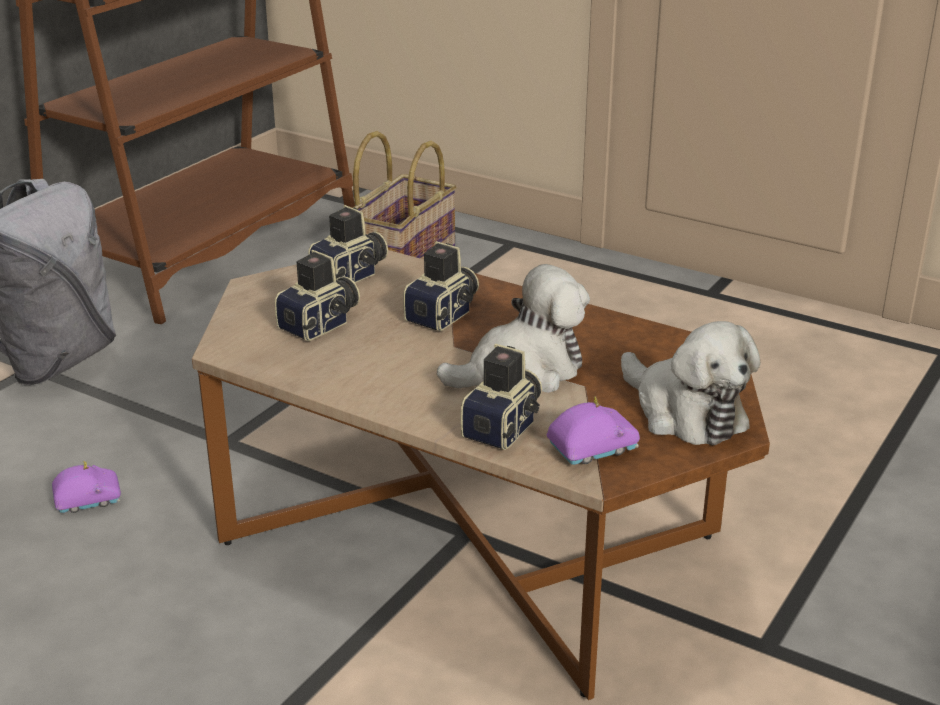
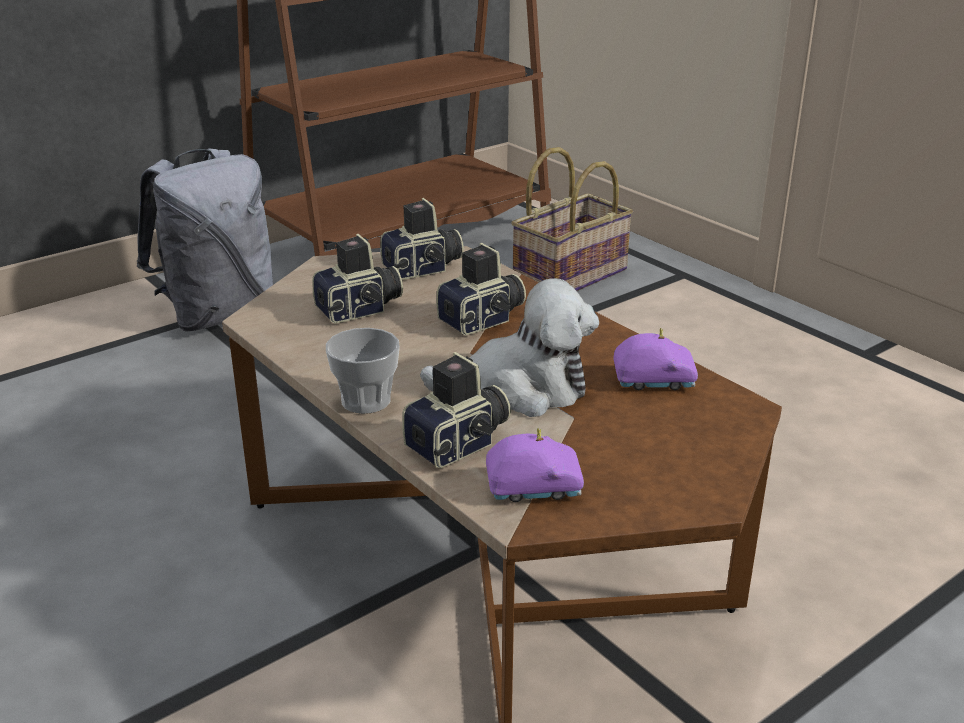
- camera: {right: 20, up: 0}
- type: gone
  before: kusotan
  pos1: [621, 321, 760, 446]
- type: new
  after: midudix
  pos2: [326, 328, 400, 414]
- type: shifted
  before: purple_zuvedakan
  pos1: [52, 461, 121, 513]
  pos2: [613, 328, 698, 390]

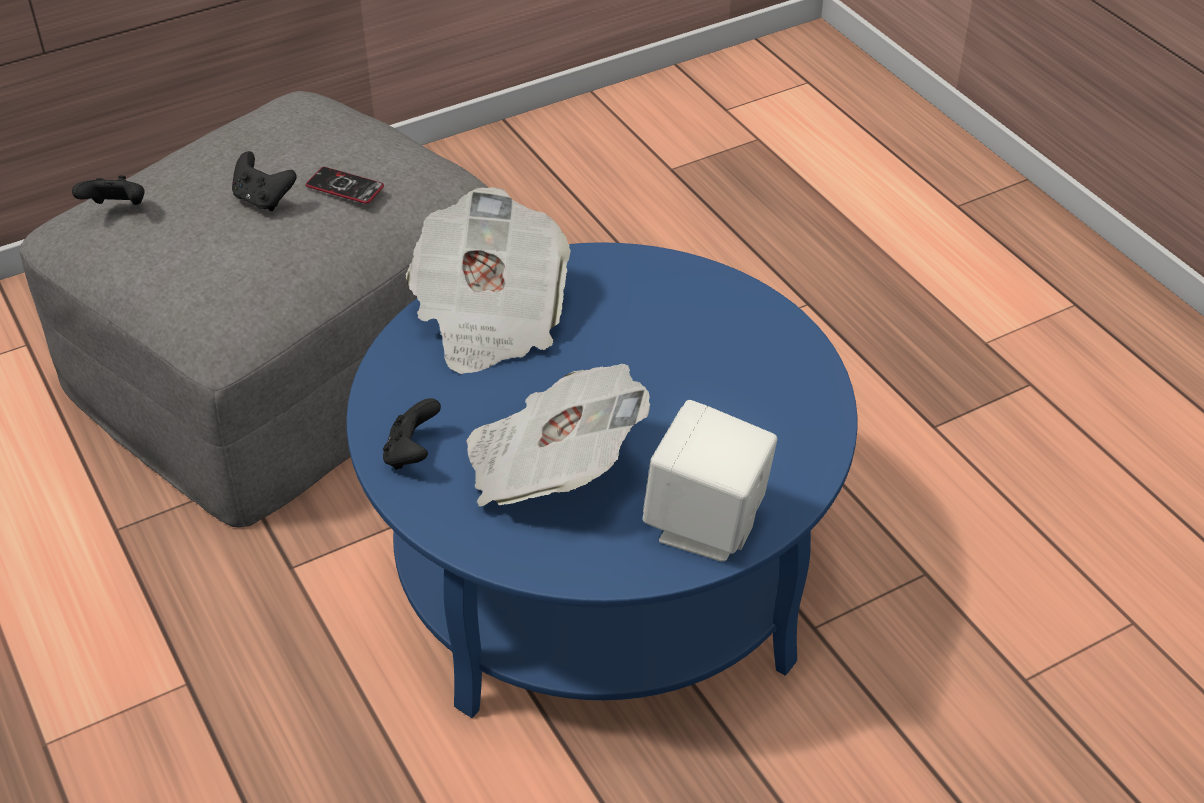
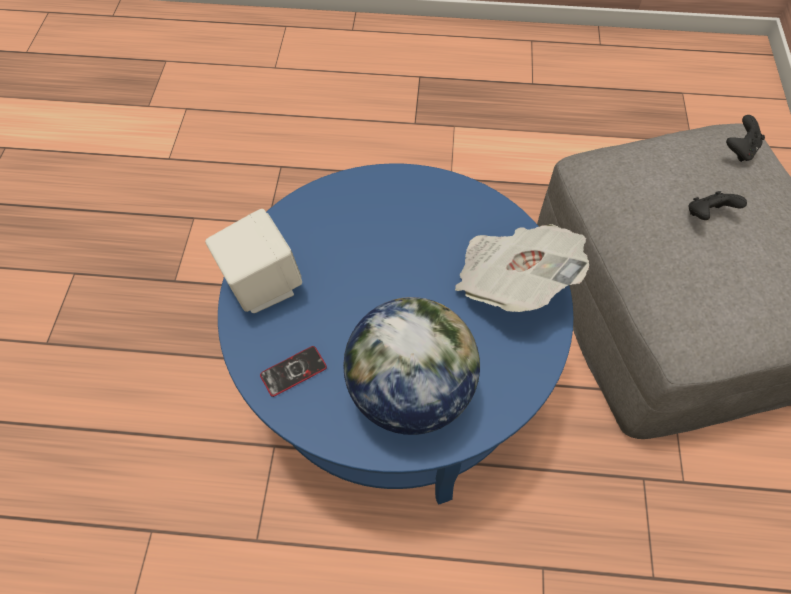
- camera: {right: 125, up: 15}
- type: gone
  before: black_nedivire
  pos1: [383, 398, 441, 470]
- type: gone
  before: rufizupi
  pos1: [466, 364, 650, 506]
- type: new
  after: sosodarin
  pos2: [343, 297, 480, 435]
- type: shifted
  before: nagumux
  pos1: [306, 167, 384, 204]
  pos2: [260, 346, 327, 397]

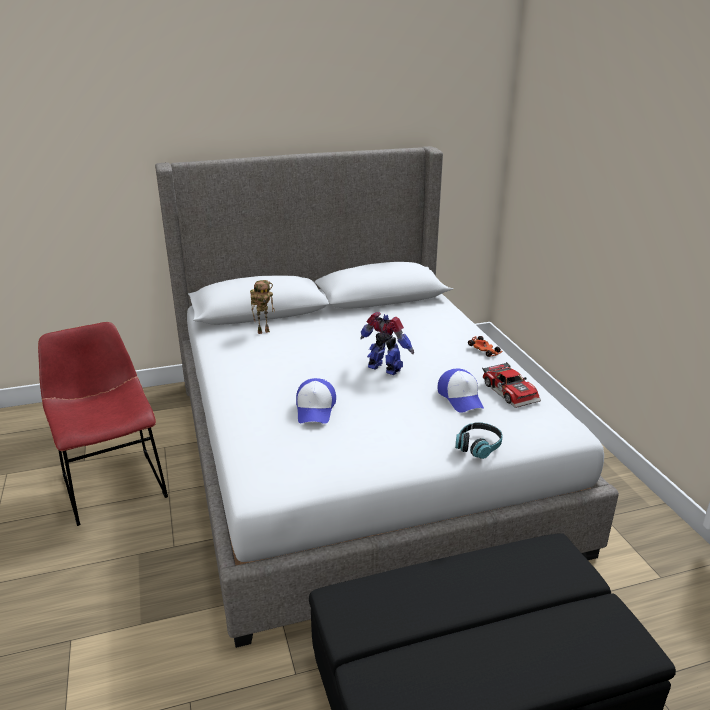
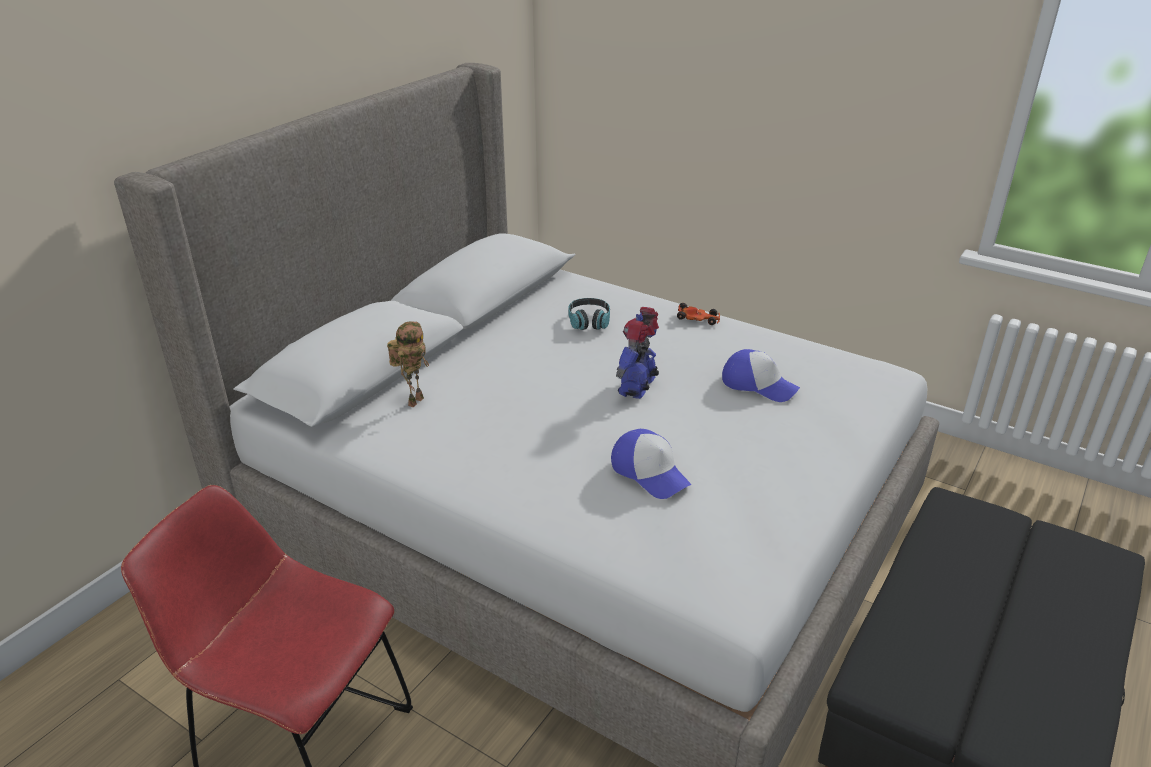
- camera: {right: -40, up: 5}
- type: gone
  before: zuvedakan
  pos1: [482, 362, 541, 408]
- type: shifted
  before: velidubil
  pos1: [455, 422, 503, 459]
  pos2: [568, 298, 610, 330]
- type: rotated
  before: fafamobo
  pos1: [360, 312, 414, 375]
  pos2: [616, 307, 659, 399]
  turn: -60

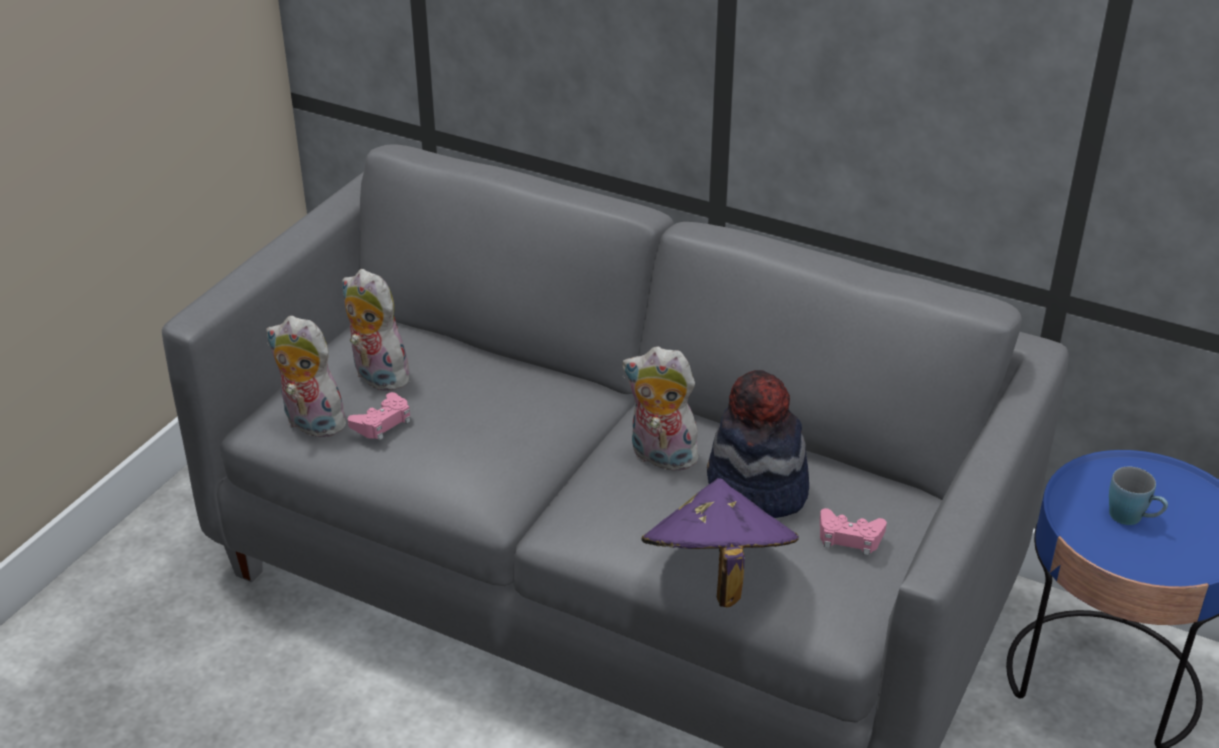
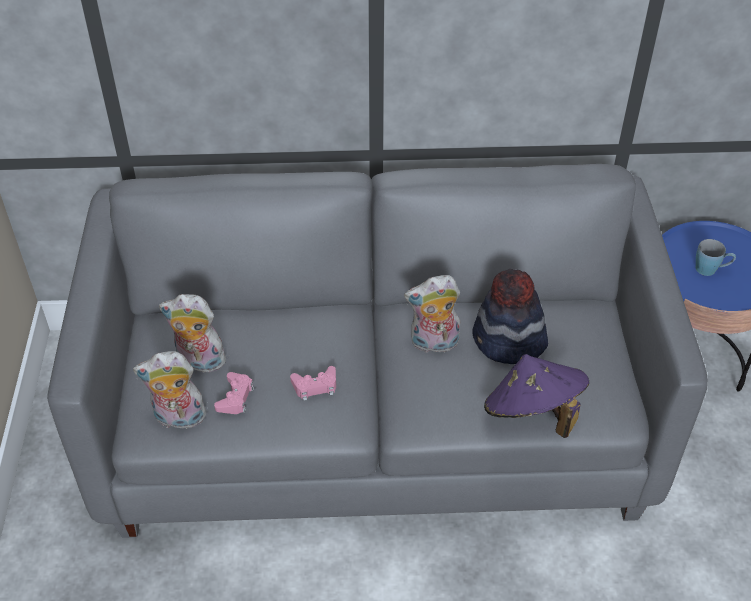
- camera: {right: -30, up: 10}
- type: shifted
  before: pink_nedivire
  pos1: [820, 508, 887, 555]
  pos2: [290, 366, 336, 401]

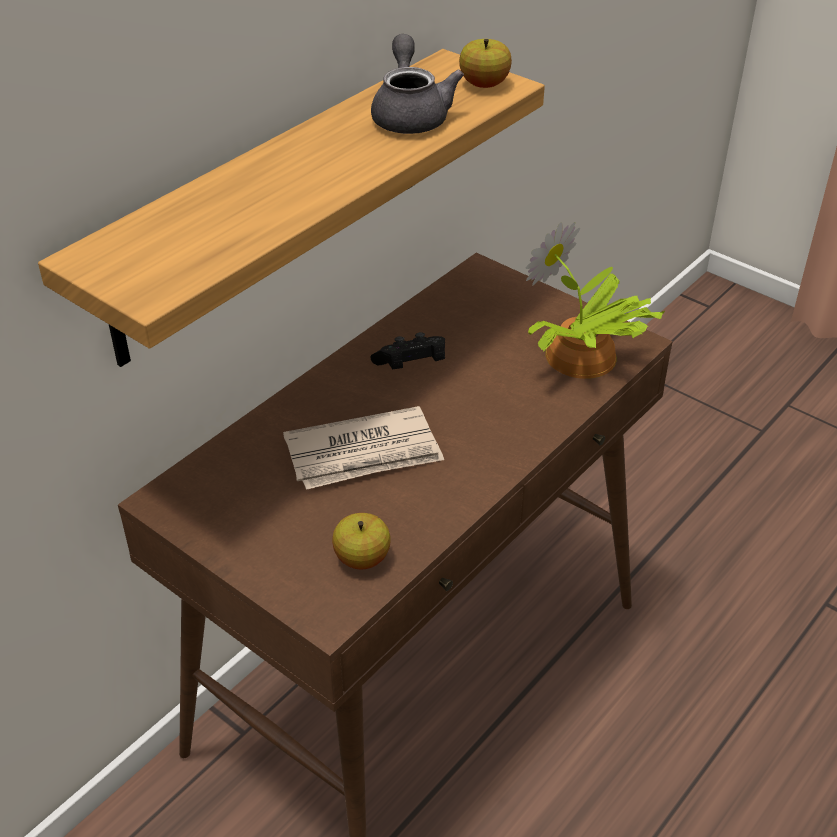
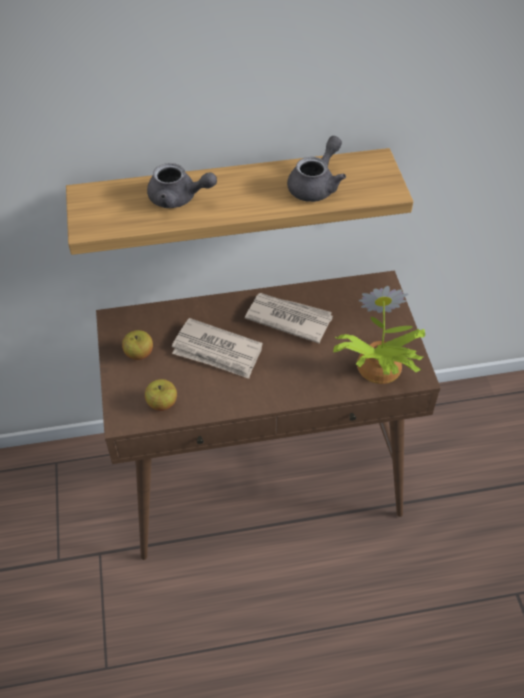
- camera: {right: 40, up: 10}
- type: new
  after: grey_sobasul
  pos2: [147, 163, 217, 208]
- type: shifted
  before: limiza
  pos1: [459, 39, 512, 88]
  pos2: [122, 330, 153, 360]
- type: swapped
  before: black_nedivire
  after: rufizupi
  pos1: [370, 332, 445, 369]
  pos2: [245, 293, 333, 343]

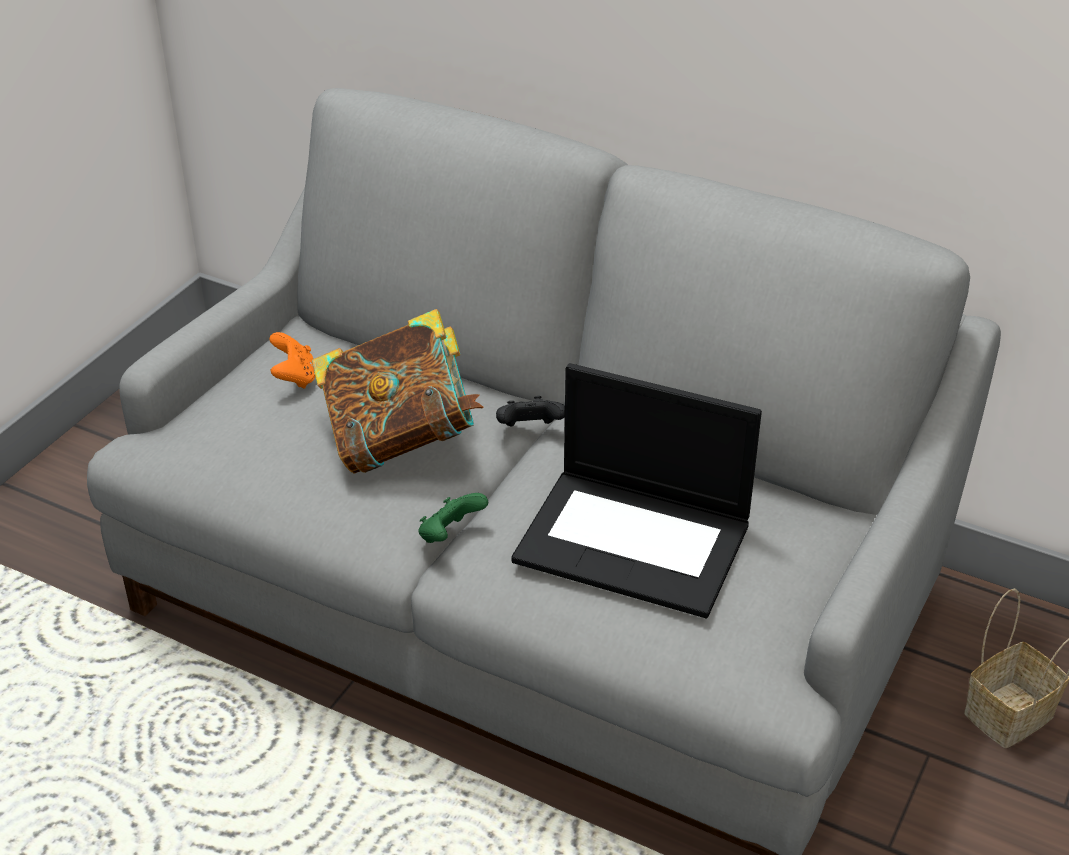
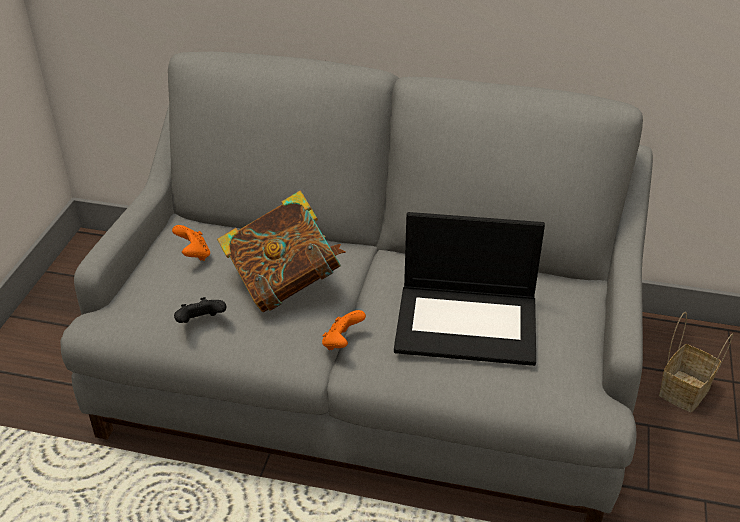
- camera: {right: -15, up: 0}
- type: shifted
  before: black_nedivire
  pos1: [496, 396, 565, 426]
  pos2: [174, 297, 226, 323]
- type: repainted
  before: green_nedivire
  after: orange_nedivire
  pos1: [418, 493, 488, 543]
  pos2: [322, 310, 366, 350]

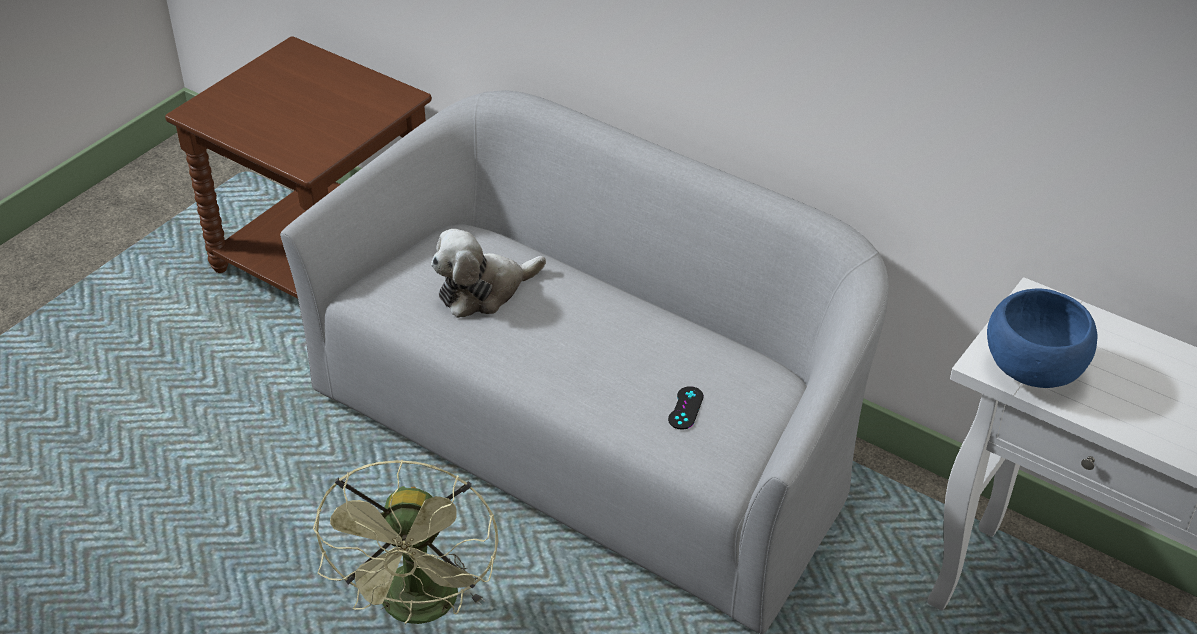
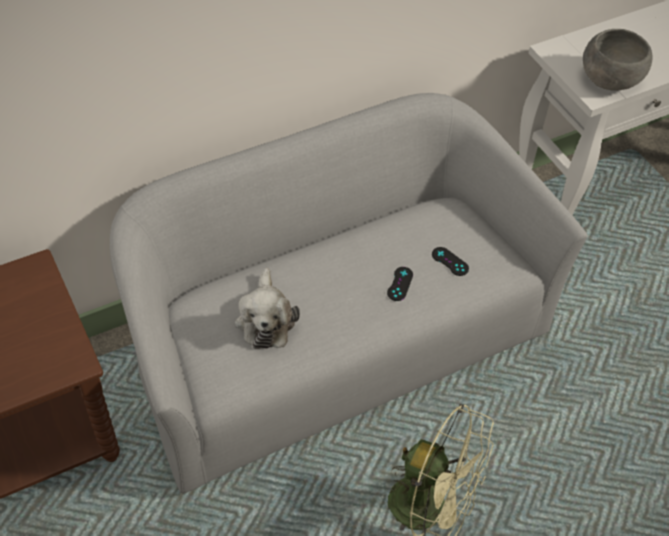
- camera: {right: -65, up: 10}
- type: new
  after: black_nedivire
  pos2: [387, 267, 413, 301]
- type: repainted
  before: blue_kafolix
  after: grey_kafolix
  pos1: [987, 288, 1097, 388]
  pos2: [583, 29, 653, 91]

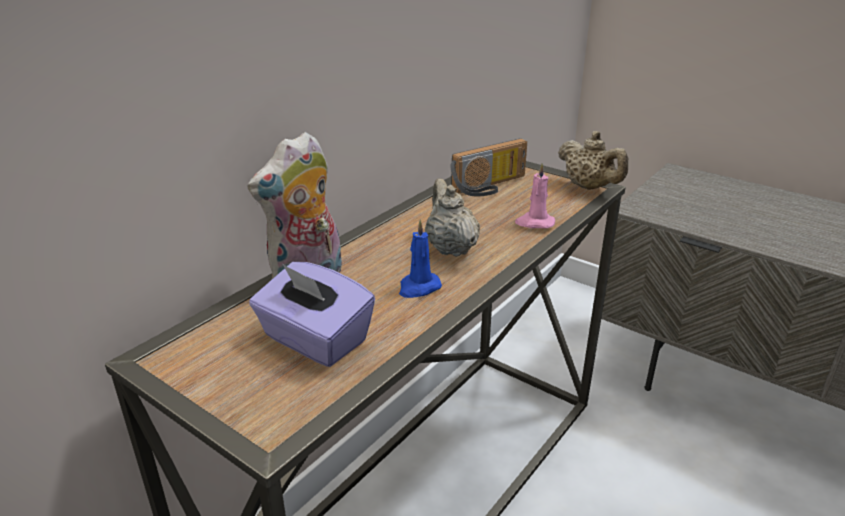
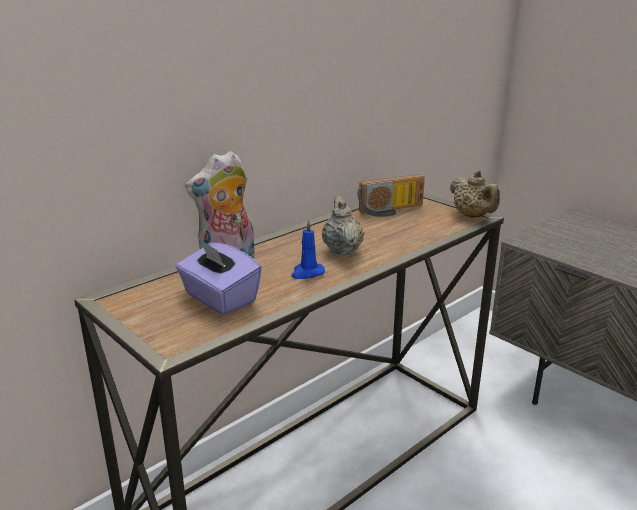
- camera: {right: 10, up: -5}
- type: gone
  before: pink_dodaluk
  pos1: [515, 163, 555, 229]

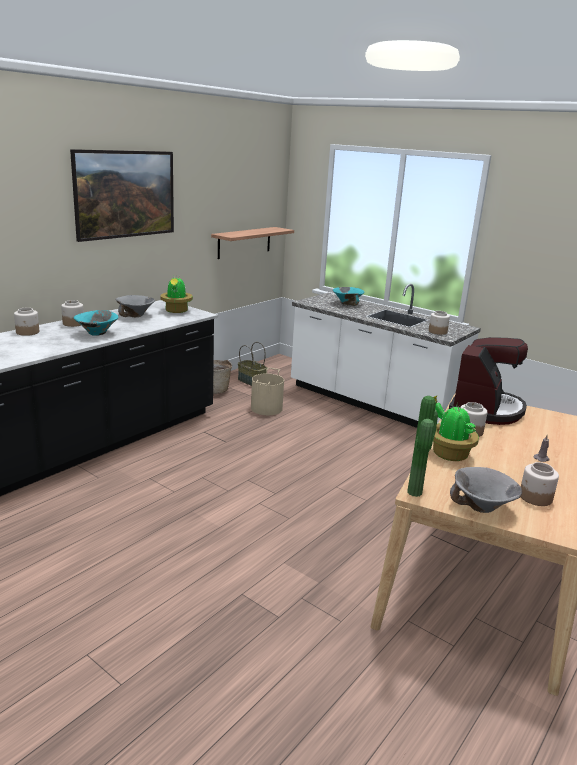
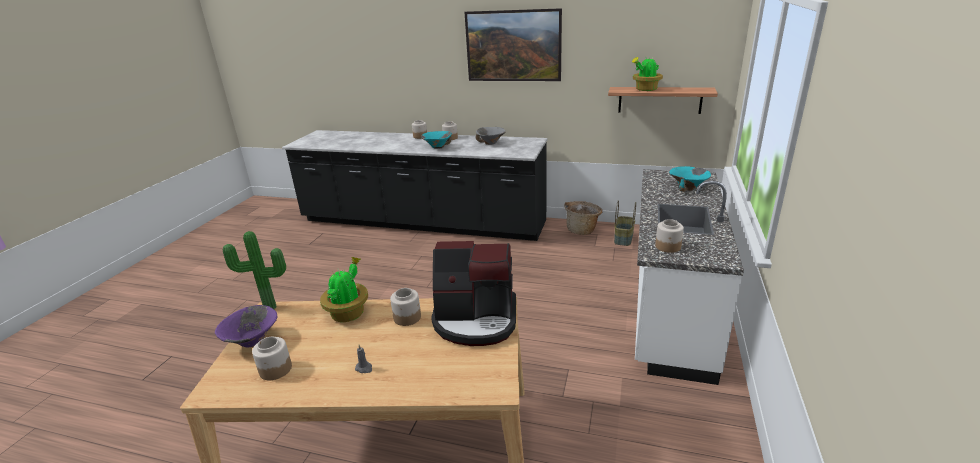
- camera: {right: 70, up: 5}
- type: gone
  before: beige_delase
  pos1: [251, 368, 284, 415]
- type: shifted
  before: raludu
  pos1: [160, 276, 193, 313]
  pos2: [632, 56, 663, 91]
- type: repainted
  before: grey_kafolix
  after: purple_kafolix
  pos1: [450, 467, 522, 513]
  pos2: [215, 305, 277, 348]

